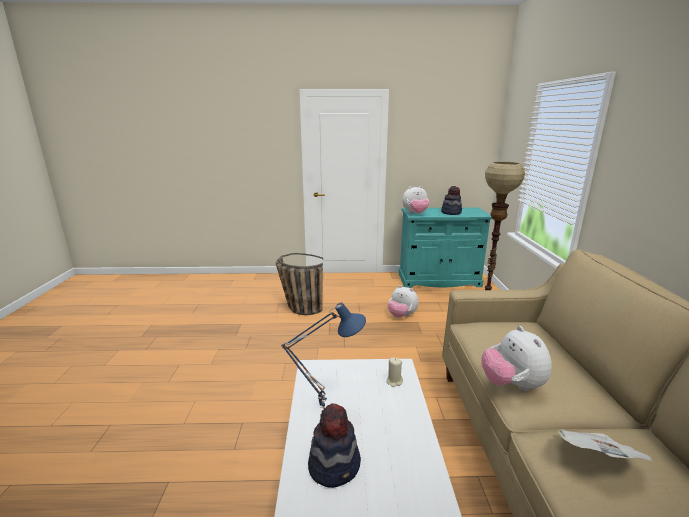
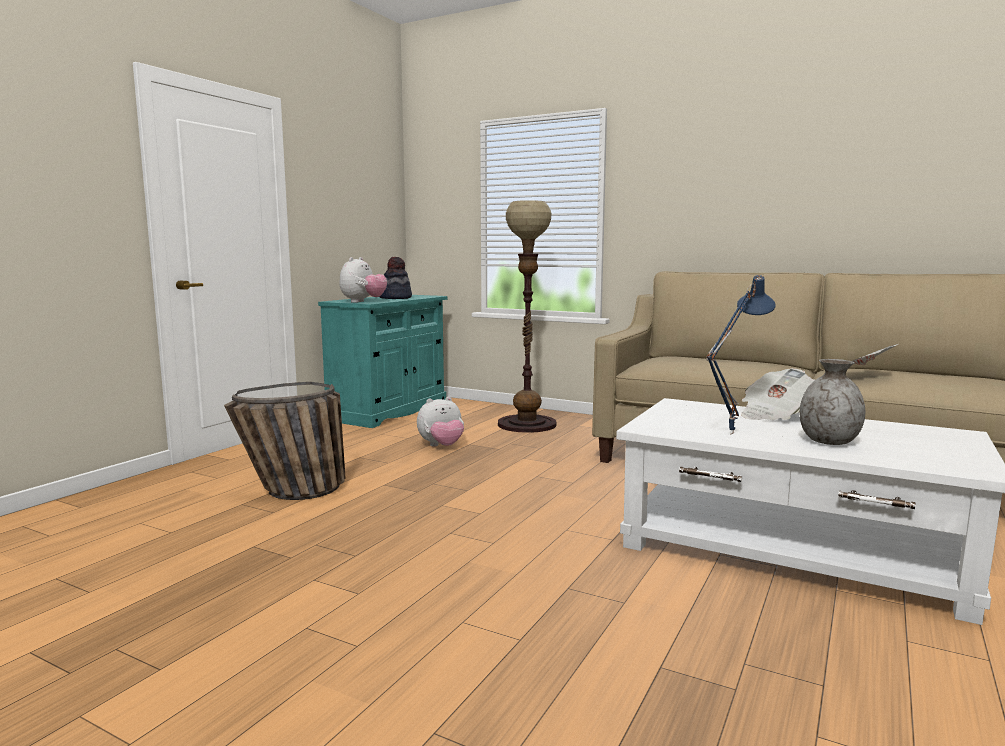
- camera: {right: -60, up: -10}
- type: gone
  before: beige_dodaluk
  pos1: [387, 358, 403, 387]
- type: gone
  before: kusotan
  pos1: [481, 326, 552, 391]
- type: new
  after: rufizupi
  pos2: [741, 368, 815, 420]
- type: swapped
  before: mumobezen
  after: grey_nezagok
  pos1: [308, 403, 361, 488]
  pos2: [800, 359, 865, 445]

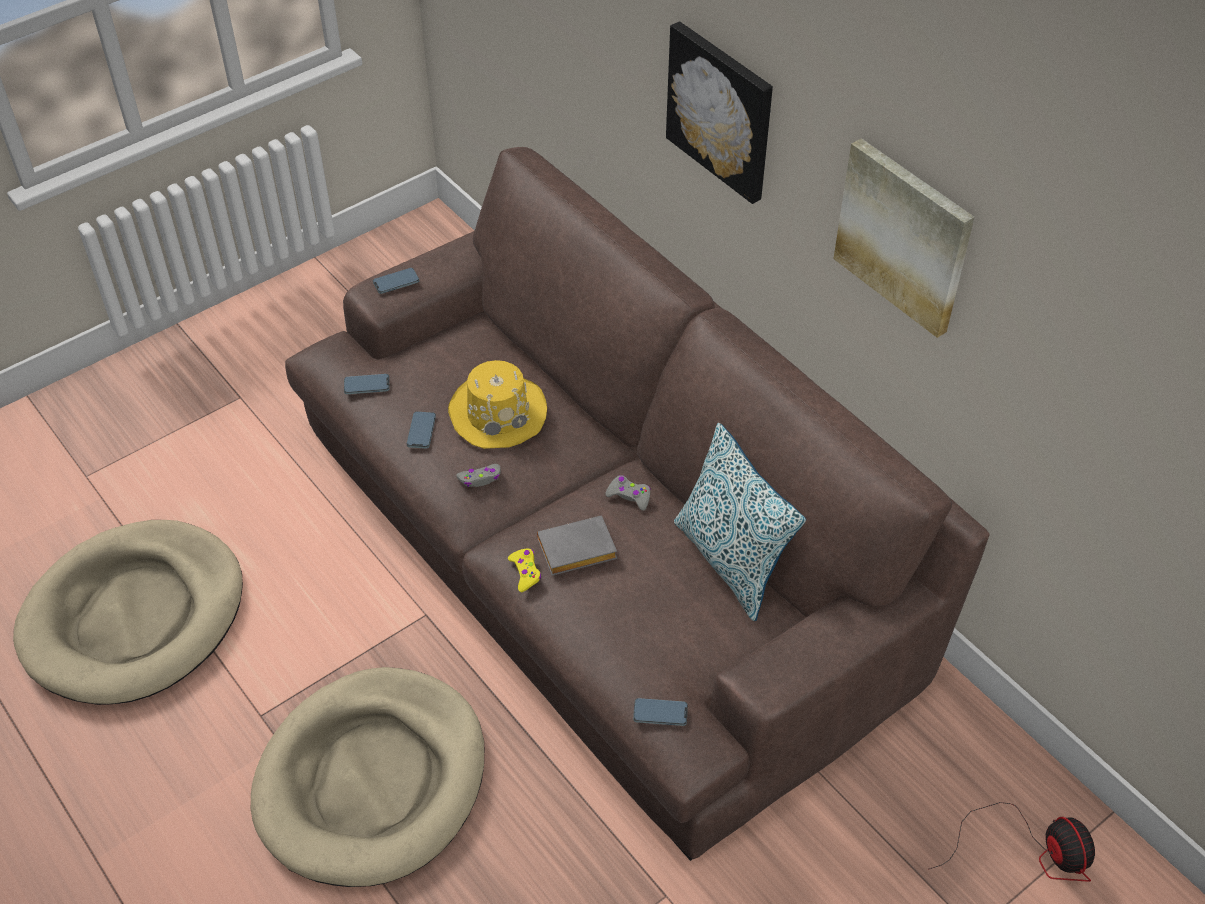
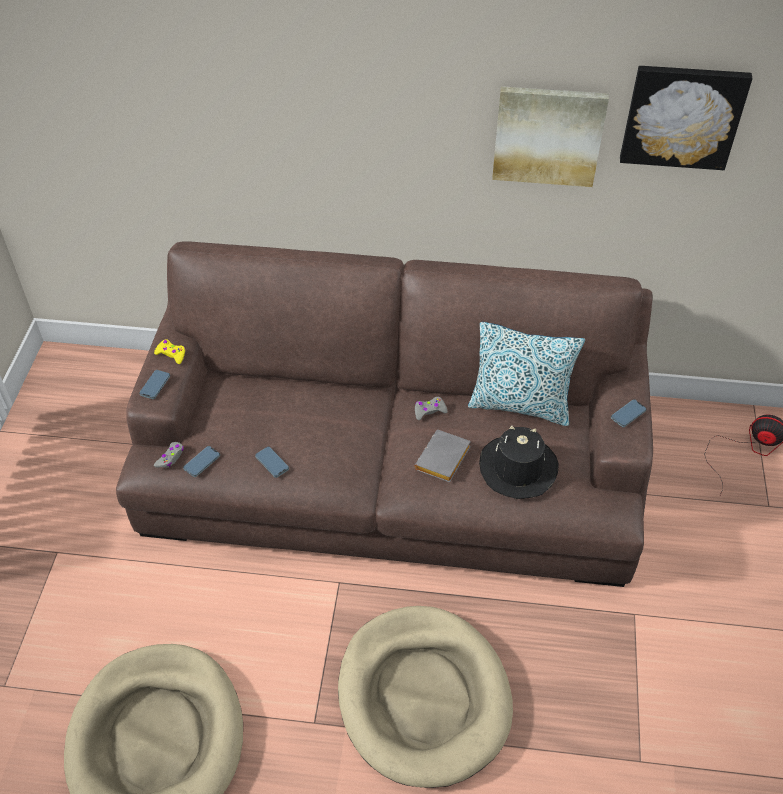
- camera: {right: -45, up: 0}
- type: gone
  before: yellow_mumobezen
  pos1: [448, 360, 547, 449]
- type: new
  after: black_mumobezen
  pos2: [479, 426, 558, 499]
- type: shifted
  before: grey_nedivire
  pos1: [456, 464, 501, 487]
  pos2: [154, 442, 184, 468]
- type: shifted
  before: yellow_nedivire
  pos1: [508, 548, 541, 592]
  pos2: [154, 339, 185, 364]
- type: shifted
  before: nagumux
  pos1: [633, 698, 688, 726]
  pos2: [611, 399, 647, 427]
- type: shifted
  before: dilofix
  pos1: [666, 21, 773, 204]
  pos2: [620, 66, 753, 170]

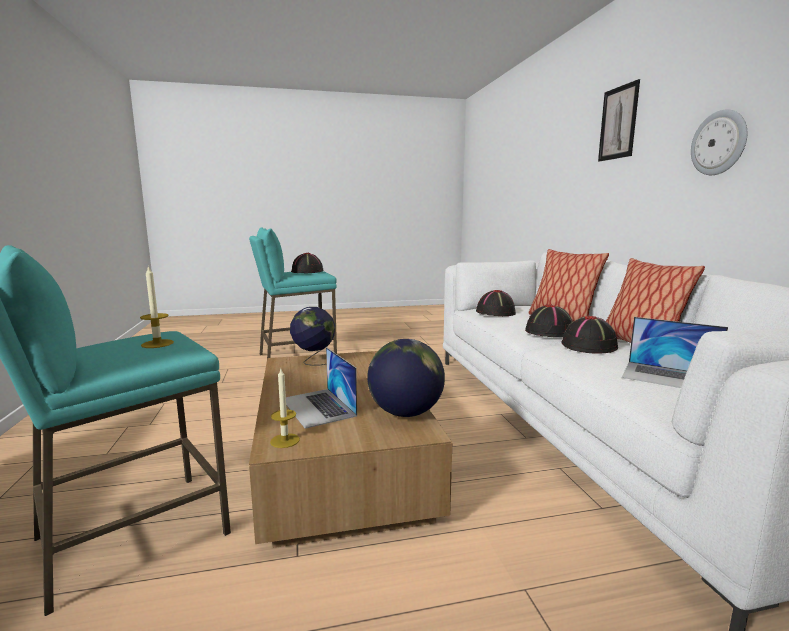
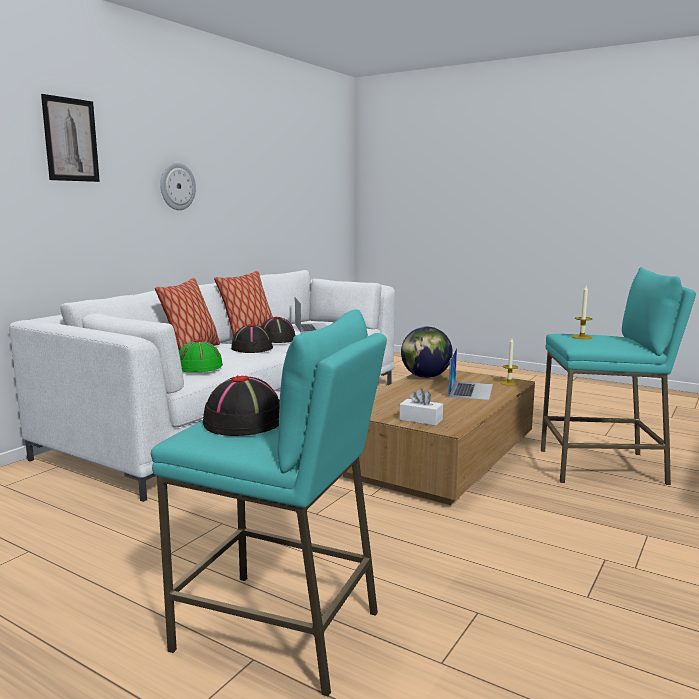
- camera: {right: -135, up: 0}
- type: swapped
  before: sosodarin
  after: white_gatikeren
  pos1: [290, 307, 335, 366]
  pos2: [399, 388, 443, 426]
- type: repainted
  before: black_mumobezen
  after: green_mumobezen
  pos1: [476, 290, 516, 316]
  pos2: [179, 339, 223, 372]

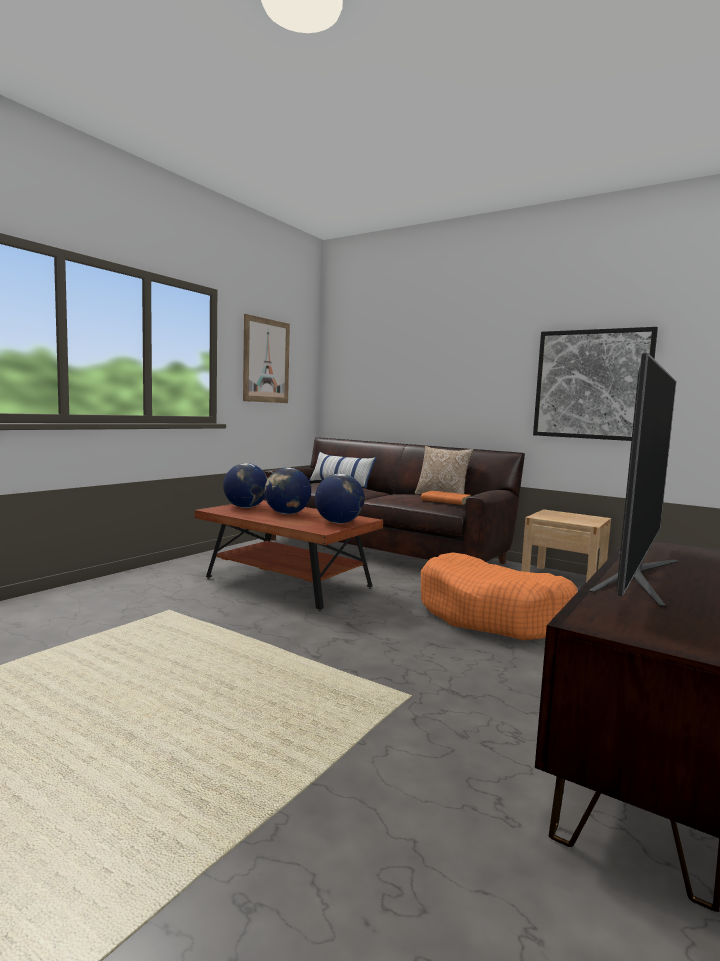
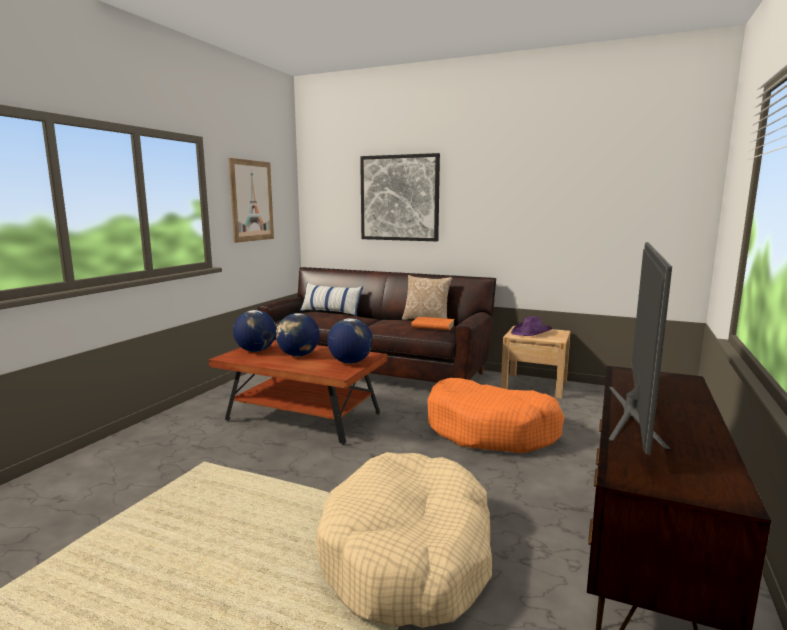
- camera: {right: -10, up: 5}
- type: new
  after: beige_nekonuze
  pos2: [315, 452, 492, 628]
- type: new
  after: purple_mumobezen
  pos2: [511, 316, 552, 336]
- type: shifted
  before: dilofix
  pos1: [533, 327, 658, 441]
  pos2: [360, 153, 440, 241]

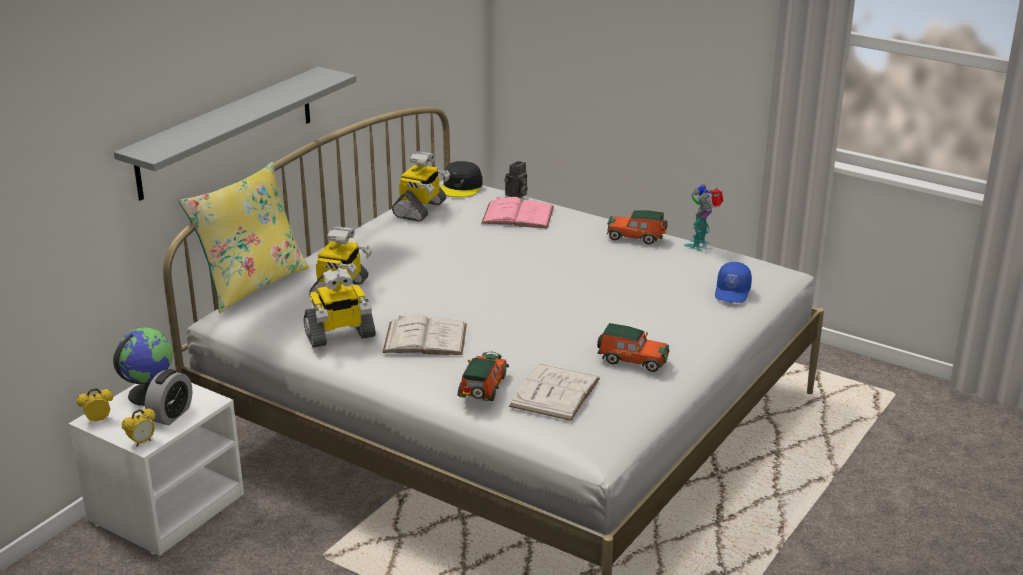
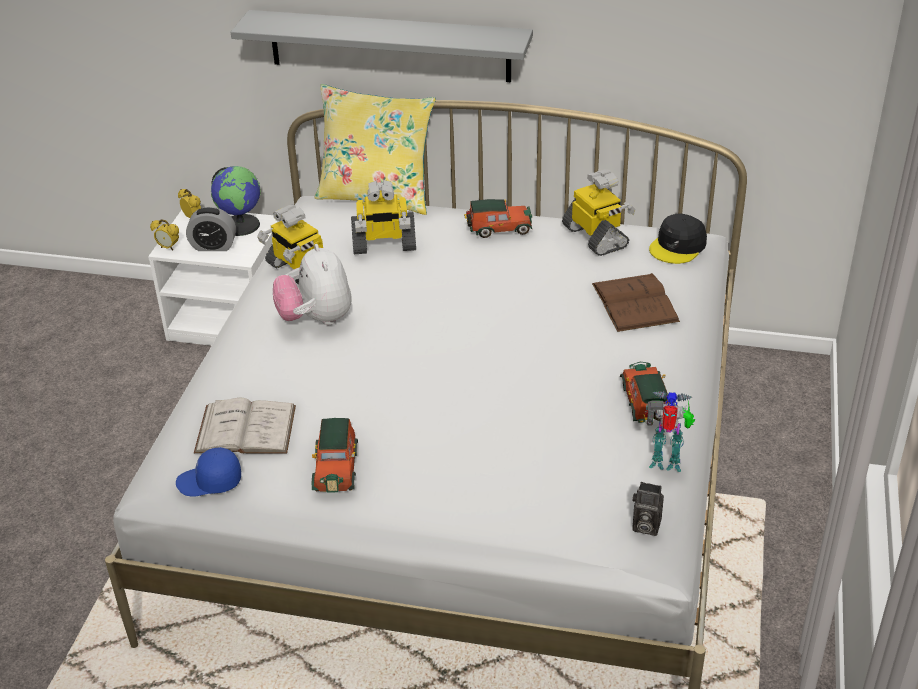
- camera: {right: 70, up: 10}
- type: shifted
  before: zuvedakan
  pos1: [458, 351, 509, 401]
  pos2: [464, 199, 532, 238]
- type: shifted
  before: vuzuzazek
  pos1: [504, 161, 528, 198]
  pos2: [632, 482, 664, 536]
- type: shifted
  before: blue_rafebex
  pos1: [715, 262, 752, 303]
  pos2: [176, 447, 241, 497]
- type: swapped
  before: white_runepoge
  after: kusotan
  pos1: [383, 315, 467, 355]
  pos2: [273, 244, 352, 325]
- type: repainted
  before: pink_runepoge
  after: brown_runepoge
  pos1: [481, 197, 554, 228]
  pos2: [592, 273, 680, 332]
- type: rotated
  before: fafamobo
  pos1: [392, 151, 450, 222]
  pos2: [562, 169, 635, 256]
  turn: -120
- type: rotated
  before: black_rafebex
  pos1: [440, 161, 482, 197]
  pos2: [649, 213, 707, 264]
  turn: -45

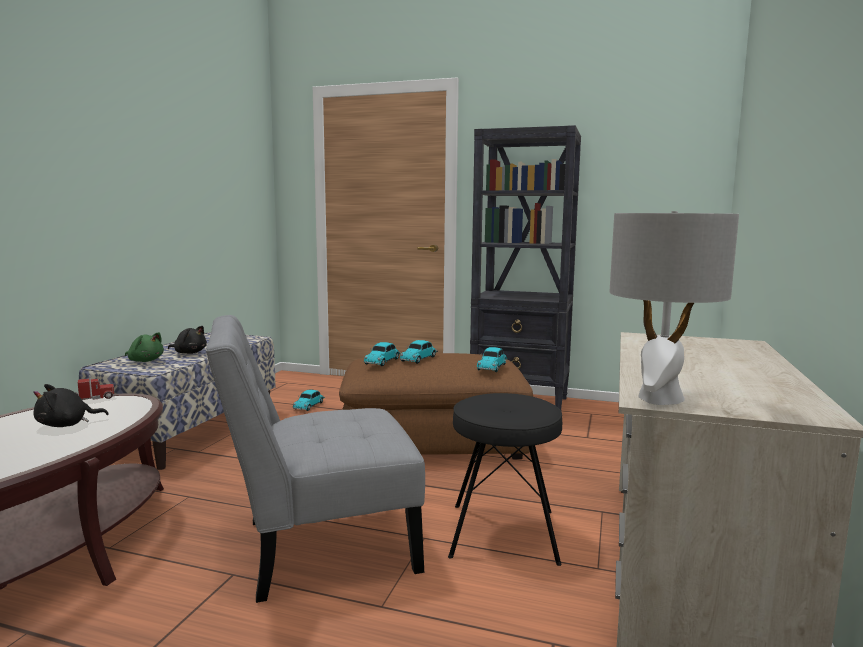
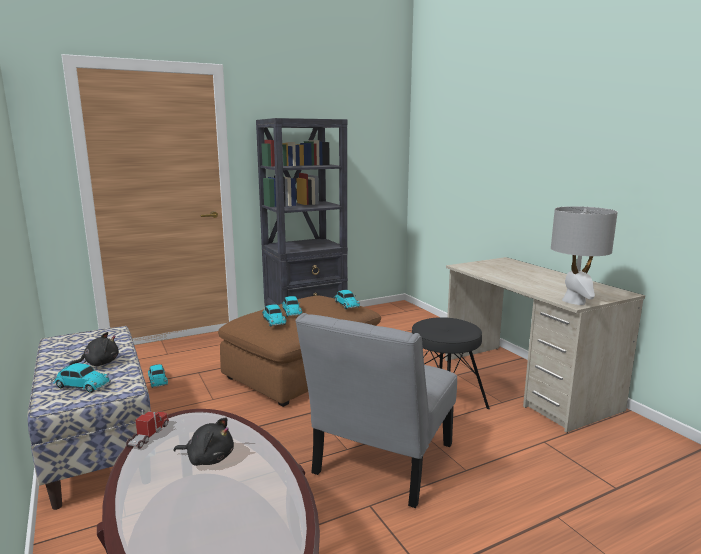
- camera: {right: -45, up: 5}
- type: swapped
  before: green_kusotan
  after: zuvedakan
  pos1: [125, 332, 164, 362]
  pos2: [51, 363, 111, 393]
- type: rotated
  before: black_kusotan
  pos1: [33, 384, 108, 427]
  pos2: [173, 417, 234, 466]
  turn: -90

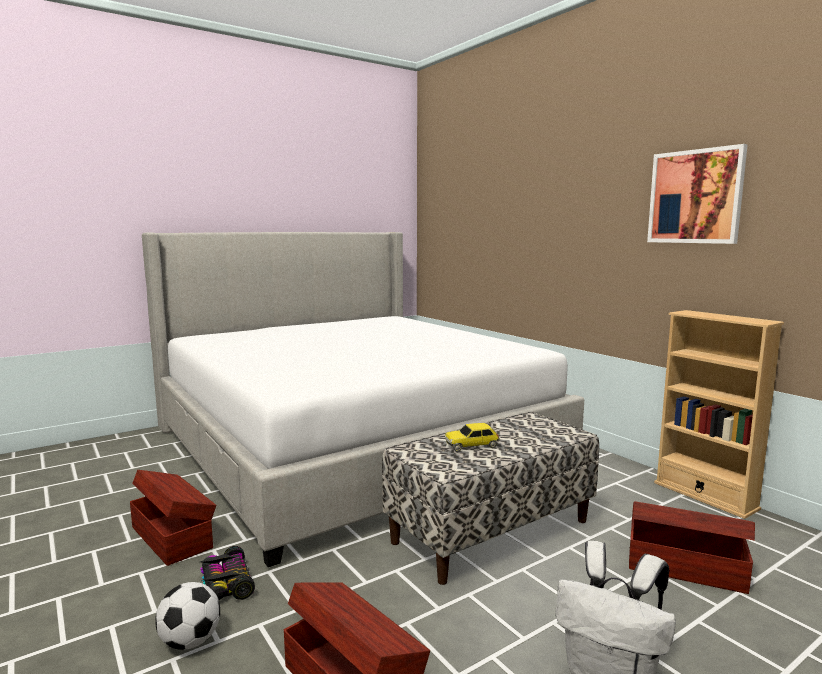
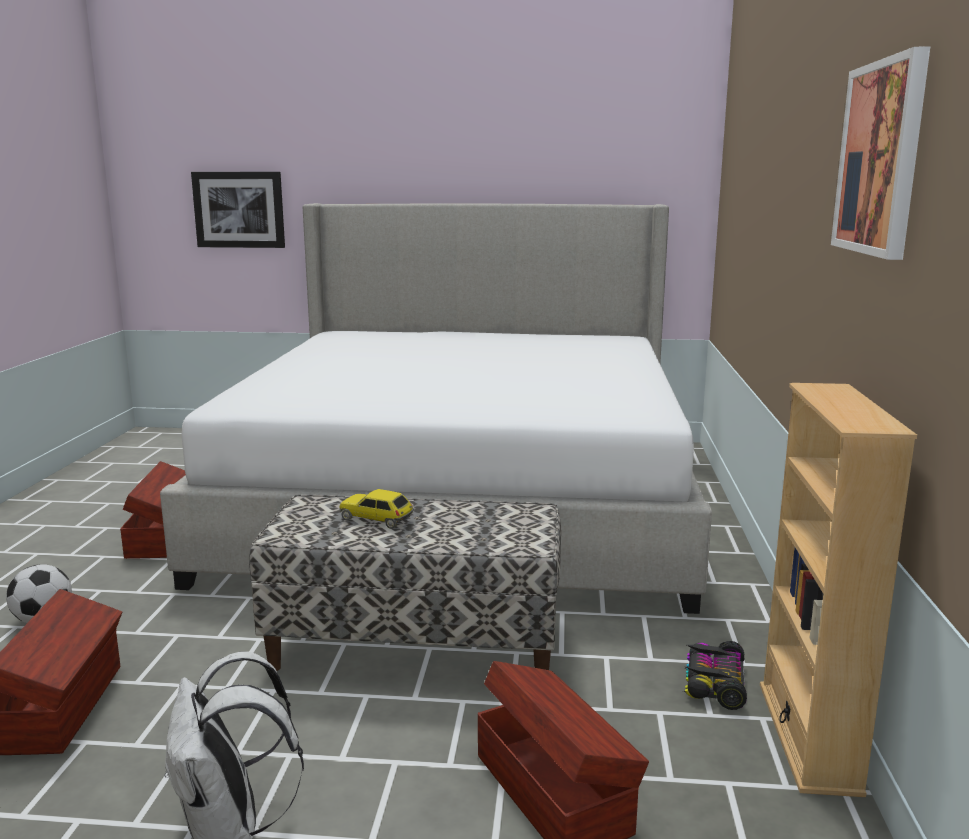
- camera: {right: 40, up: 5}
- type: new
  after: dilofix
  pos2: [191, 172, 285, 248]
- type: shifted
  before: zuvedakan
  pos1: [200, 546, 255, 600]
  pos2: [683, 641, 747, 710]

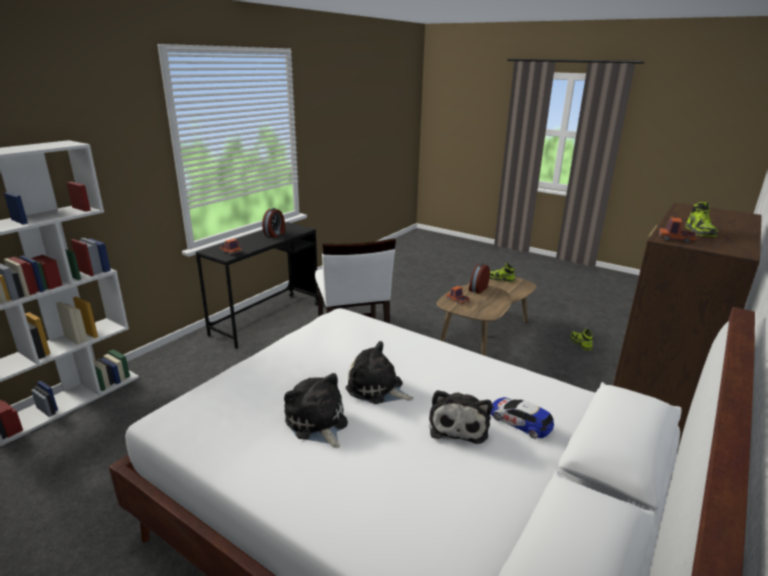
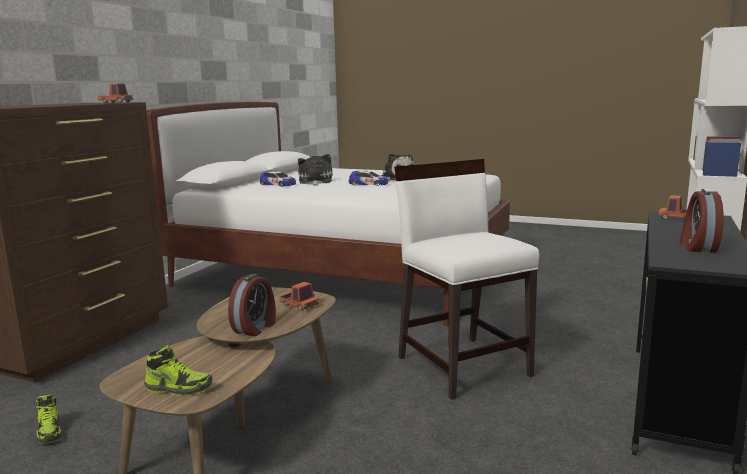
- camera: {right: 170, up: -10}
- type: gone
  before: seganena
  pos1: [685, 202, 718, 237]
- type: swapped
  before: kusotan
  after: zuvedakan
  pos1: [346, 341, 414, 404]
  pos2: [349, 171, 388, 186]

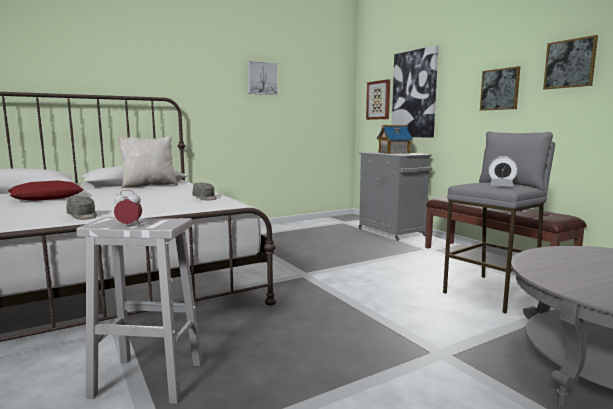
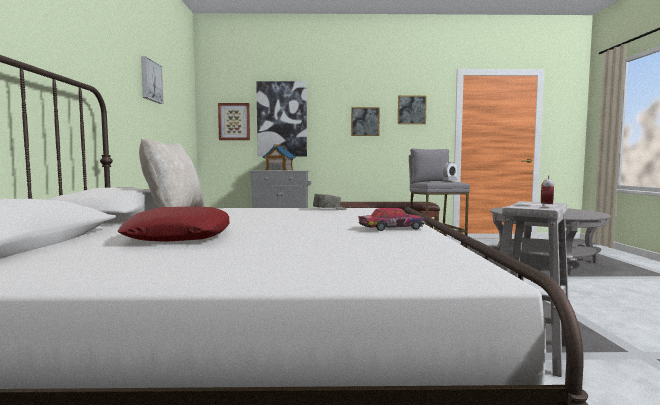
- camera: {right: -60, up: -5}
- type: swapped
  before: grey_rafebex
  after: zuvedakan
  pos1: [67, 196, 97, 220]
  pos2: [359, 208, 424, 231]

